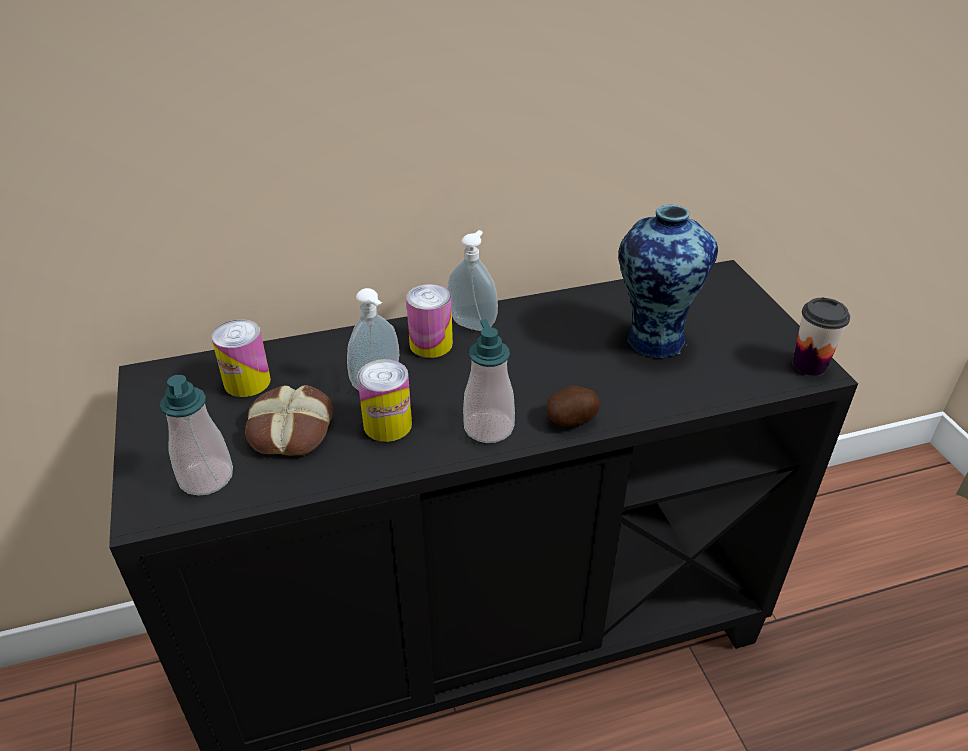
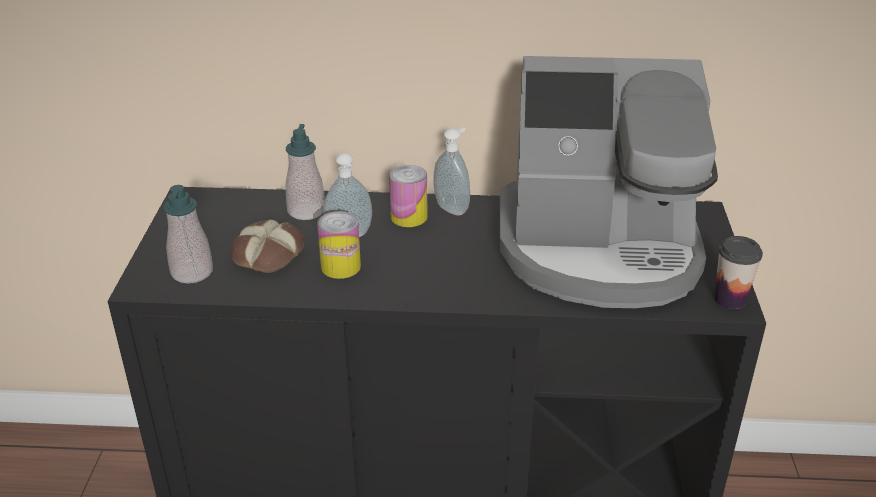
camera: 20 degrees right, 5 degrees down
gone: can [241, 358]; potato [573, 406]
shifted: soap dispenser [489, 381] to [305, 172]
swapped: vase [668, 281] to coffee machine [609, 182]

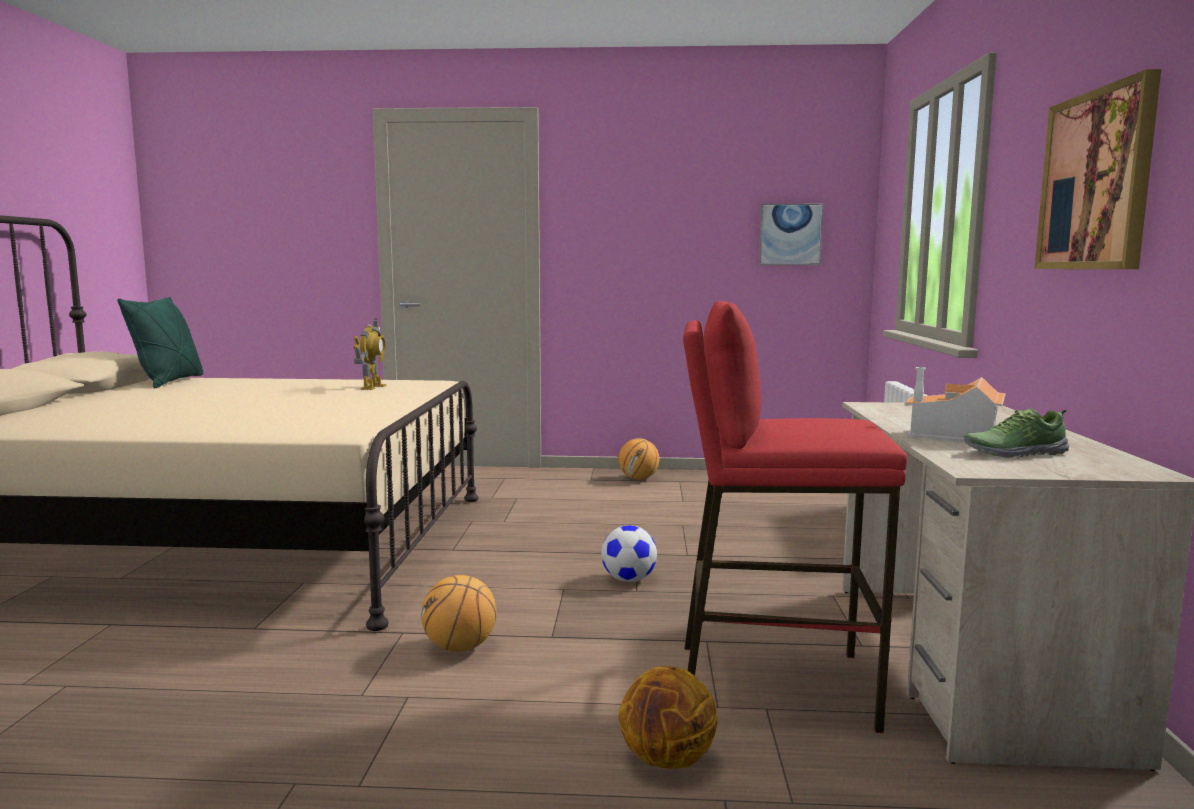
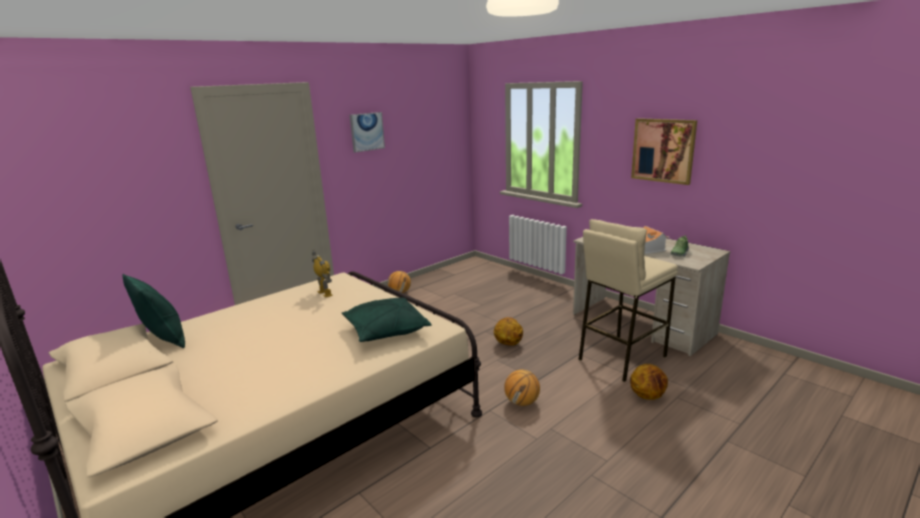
camera: 45 degrees left, 10 degrees up
new: pillow (green) [387, 320]
shifted: picture [791, 234] to [367, 132]
swapped: football [629, 554] to basketball [508, 331]
repainted: stool (red) [795, 517] to stool (beige) [628, 300]

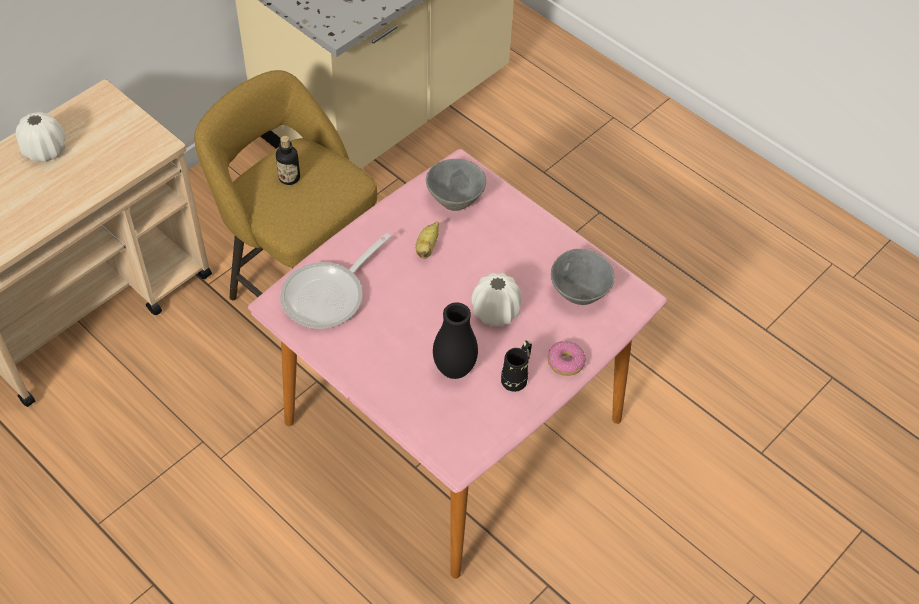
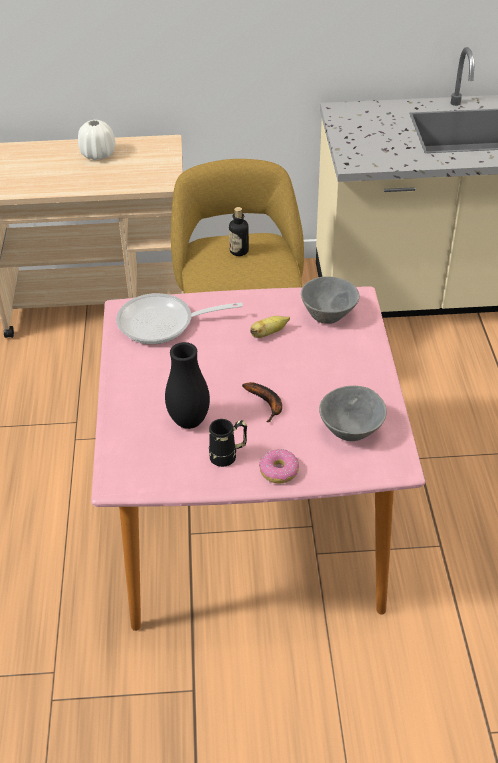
camera: 45 degrees right, 10 degrees down
swapped: vase (white) [496, 300] to banana [262, 402]

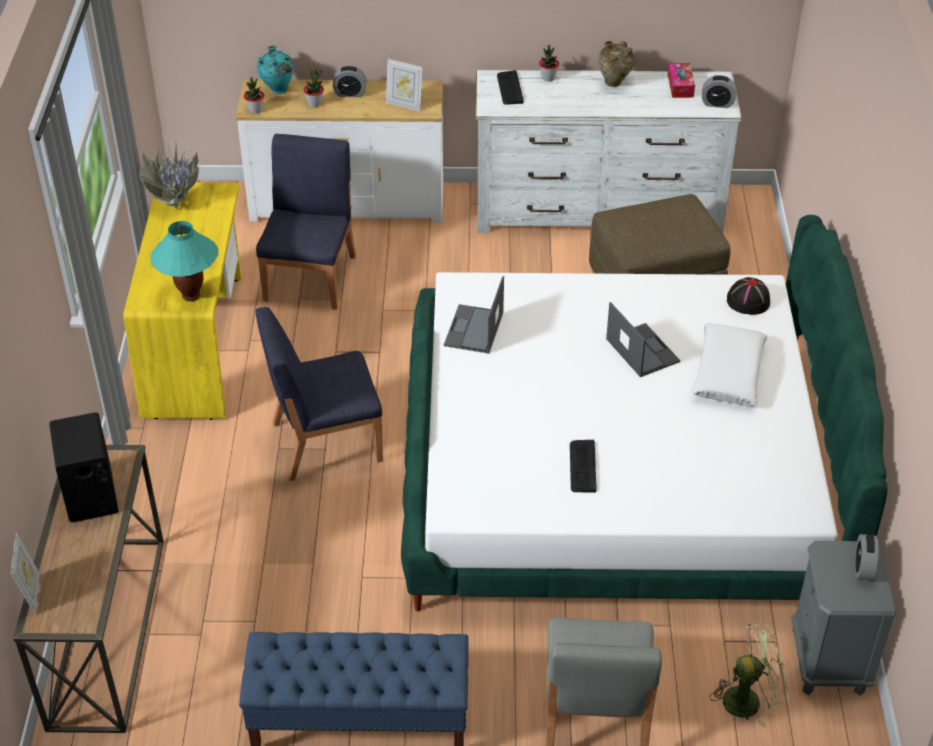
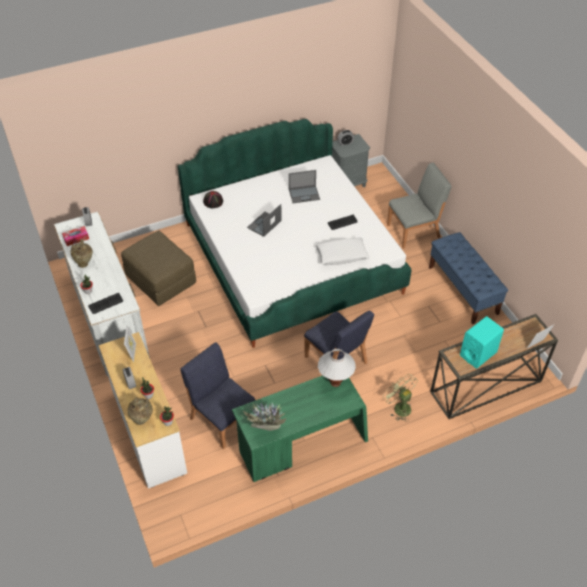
camera: 115 degrees left, 5 degrees up
shifted: laptop [474, 314] to [304, 186]; pillow (white) [729, 364] to [342, 251]; fan (green) [749, 675] to [401, 398]
repainted: speaker (black) [84, 467] to speaker (turquoise) [482, 342]; desk (yellow) [182, 301] to desk (green) [300, 428]; table lamp (turquoise) [185, 261] to table lamp (white) [337, 368]; vase (turquoise) [275, 70] to vase (beige) [140, 411]
rotated: chair (blue) [306, 222] = [217, 395] 60 degrees clockwise

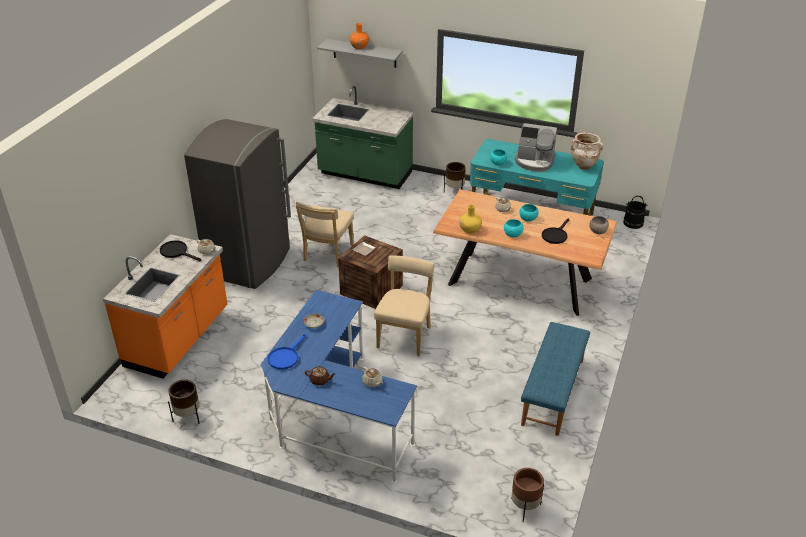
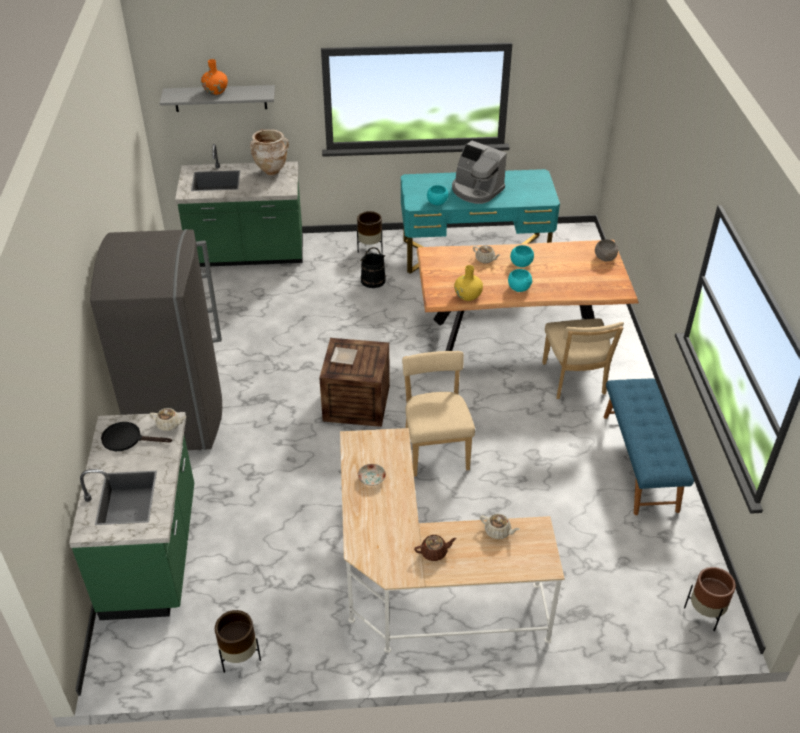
camera: 25 degrees left, 5 degrees up
gone: frying pan (blue) [287, 351]; frying pan (black) [555, 231]
shifted: chair (beige) [325, 234] to [583, 358]; vase (beige) [587, 150] to [269, 152]; bucket (black) [635, 212] to [373, 267]
repainted: counter (orange) [165, 306] to counter (green) [131, 516]; desk (blue) [339, 387] to desk (beige) [452, 540]
rotated: coffee machine [536, 147] = [479, 172] 45 degrees clockwise

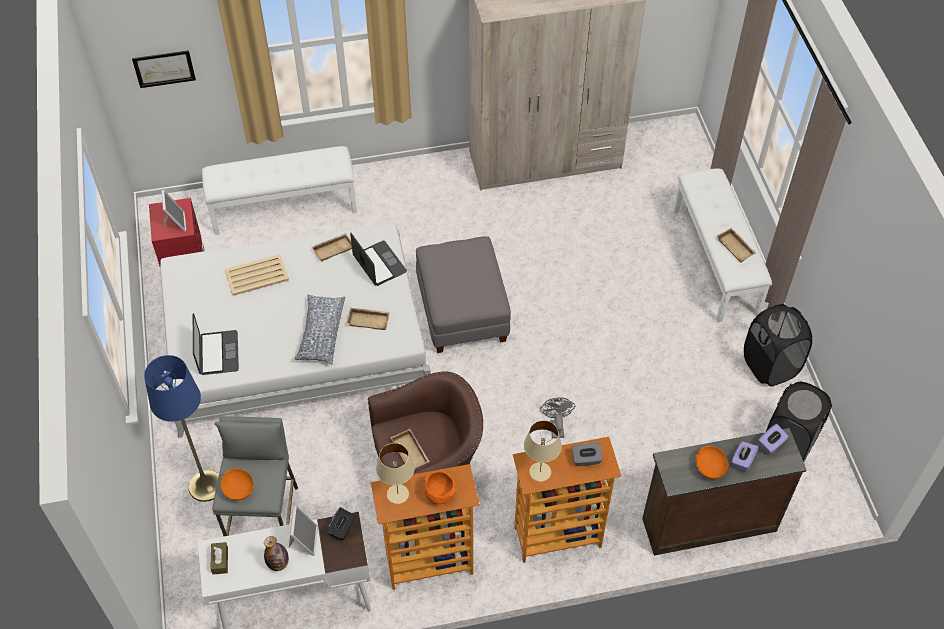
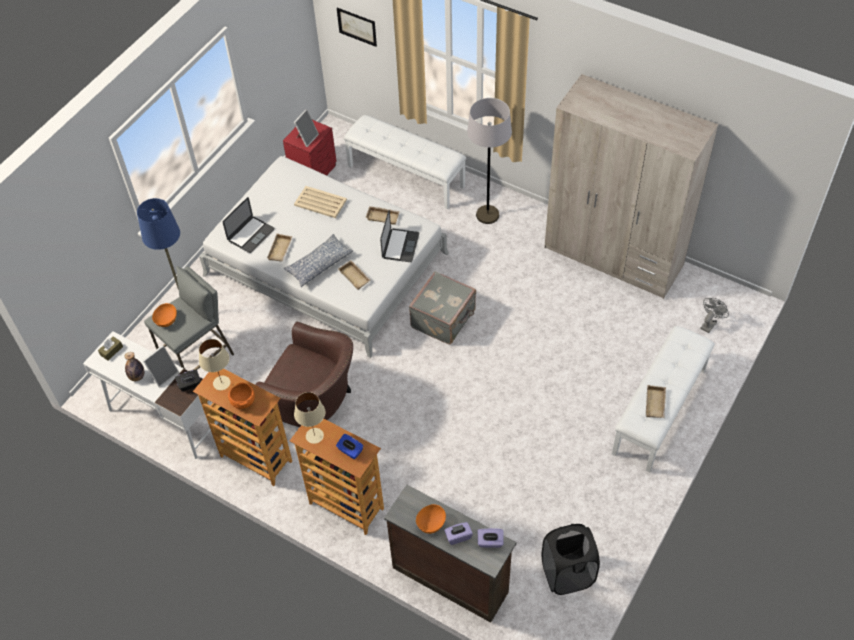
camera: 45 degrees right, 0 degrees up
gone: laundry basket (black) [778, 345]
new: floor lamp (grey) [489, 161]
shifted: tray (beige) [410, 449] to [280, 247]; fan (grey) [557, 417] to [714, 315]
swapped: ottoman (grey) [463, 294] to suitcase (grey) [442, 308]
repainted: tissue box (grey) [587, 454] to tissue box (blue) [349, 446]

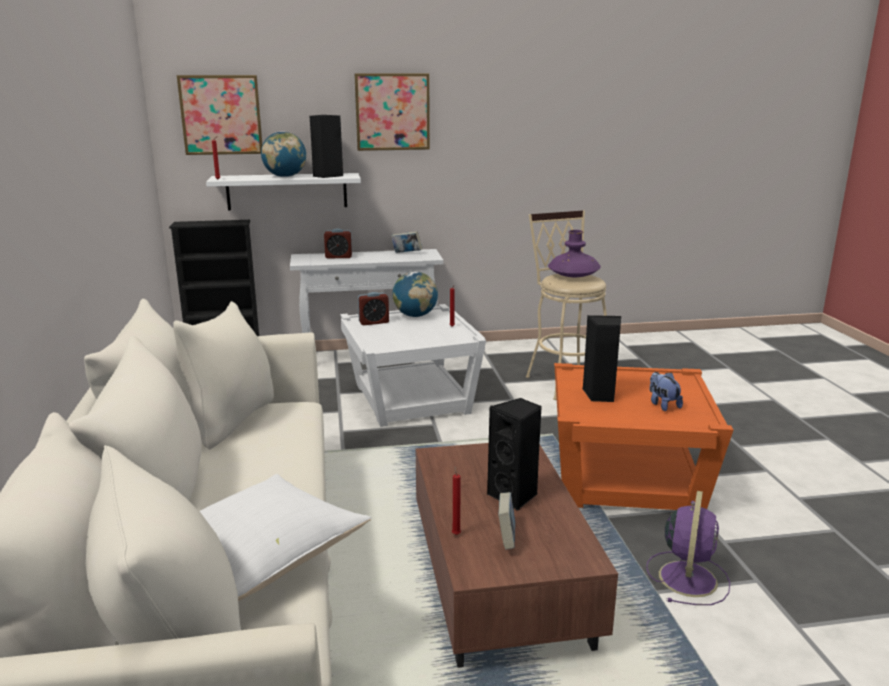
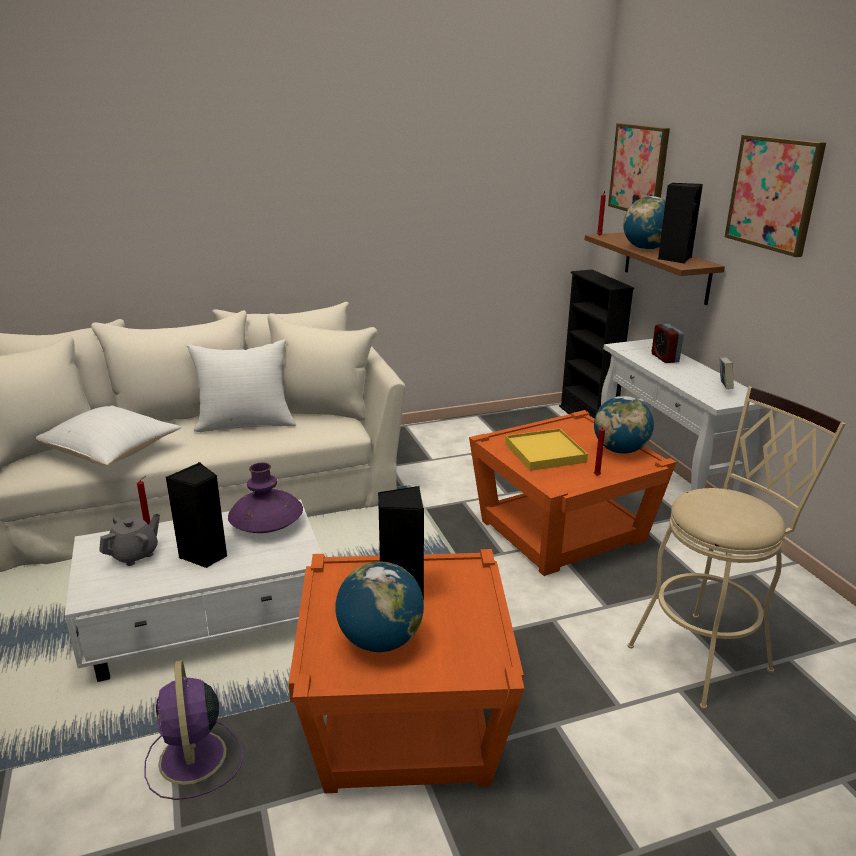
camera: 80 degrees right, 5 degrees up
gone: alarm clock [373, 308]
new: pillow (white) [241, 385]; tray (yellow) [546, 449]
shifted: vase (purple) [574, 253] to [265, 498]
swapped: book [506, 521] to teapot (grey) [129, 539]; plush toy [666, 391] to globe [379, 607]
repainted: shelf (white) [283, 191] to shelf (brown) [655, 268]; side table (white) [413, 365] to side table (orange) [573, 493]; coffee table (brown) [517, 555] to coffee table (white) [193, 591]
rotated: fan (purple) [688, 548] = [193, 730] 60 degrees clockwise

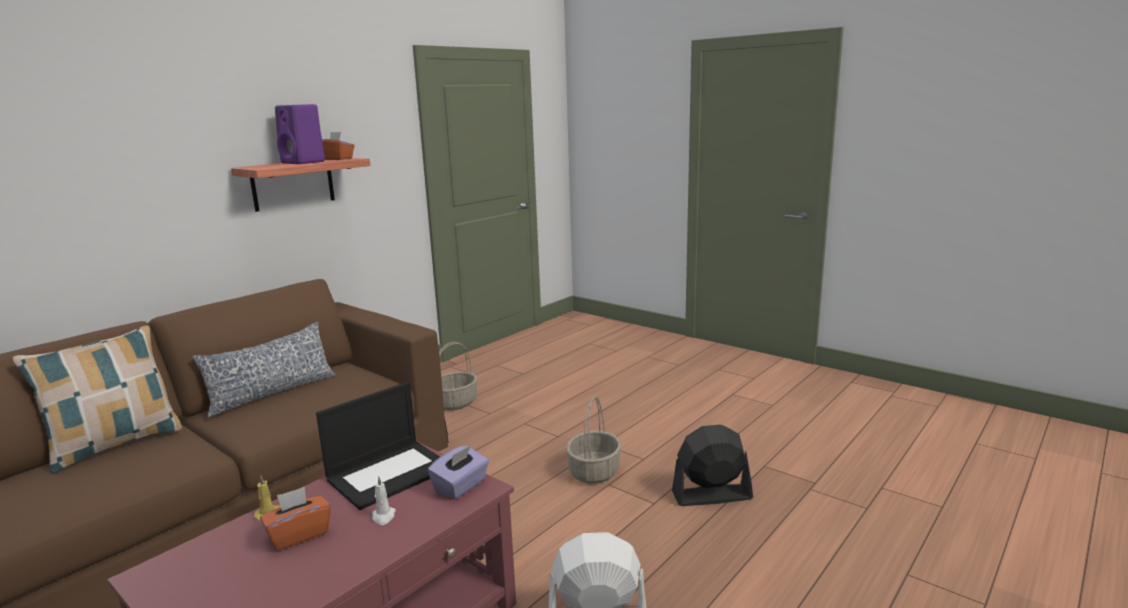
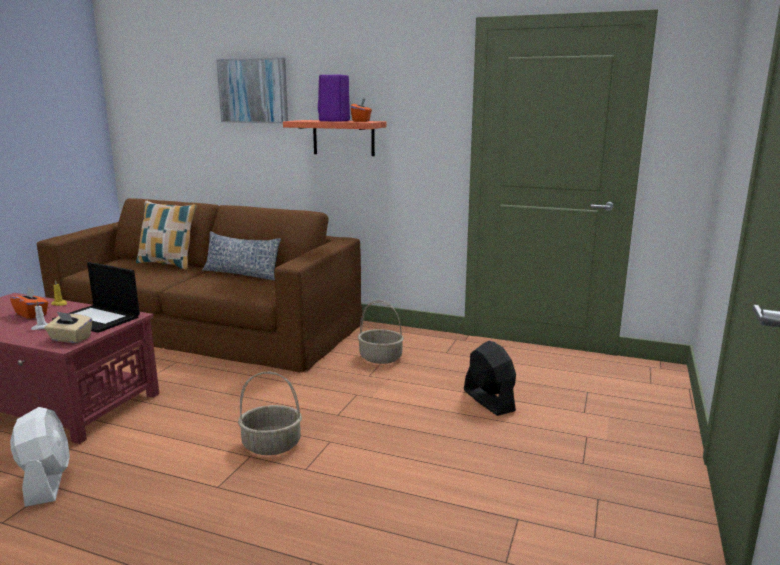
camera: 70 degrees right, 0 degrees up
new: picture [252, 90]
shifted: fan (black) [712, 465] to [490, 378]
repainted: tissue box (purple) [458, 472] to tissue box (beige) [68, 327]

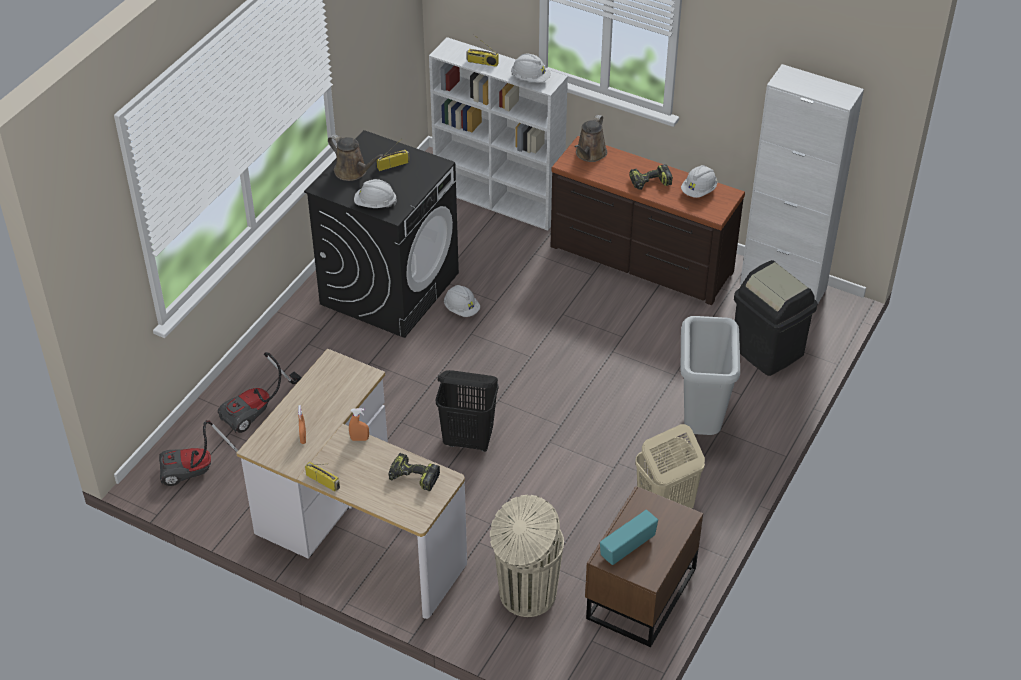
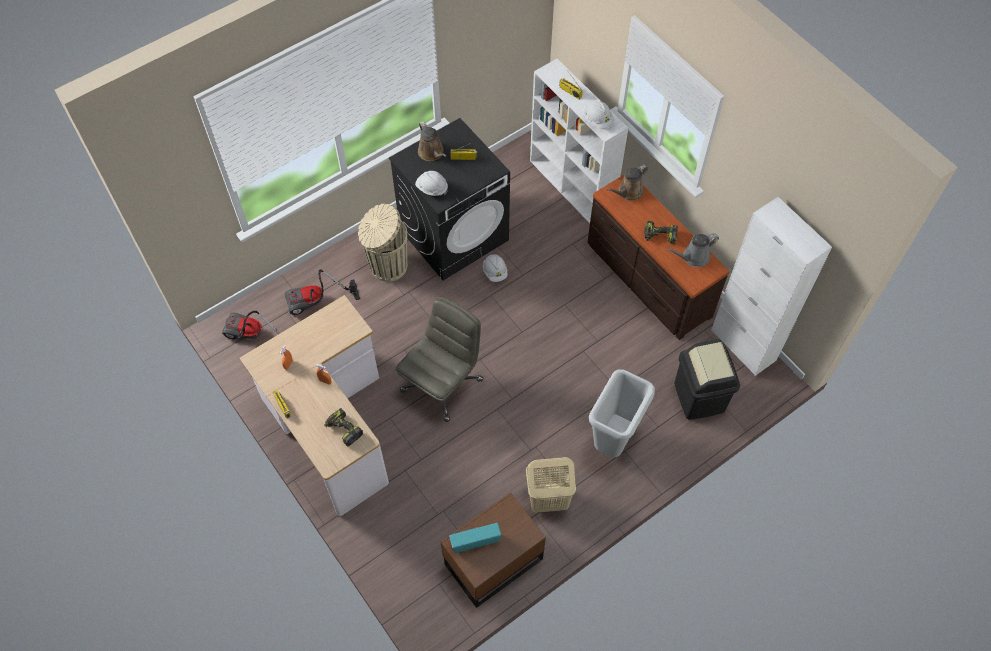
camera: 25 degrees right, 15 degrees up
shifted: trash can (beige) [527, 556] to [383, 243]
swapped: laundry basket (black) [467, 411] to office chair (grey) [439, 359]; hard hat (white) [699, 181] to watering can (grey) [693, 250]

